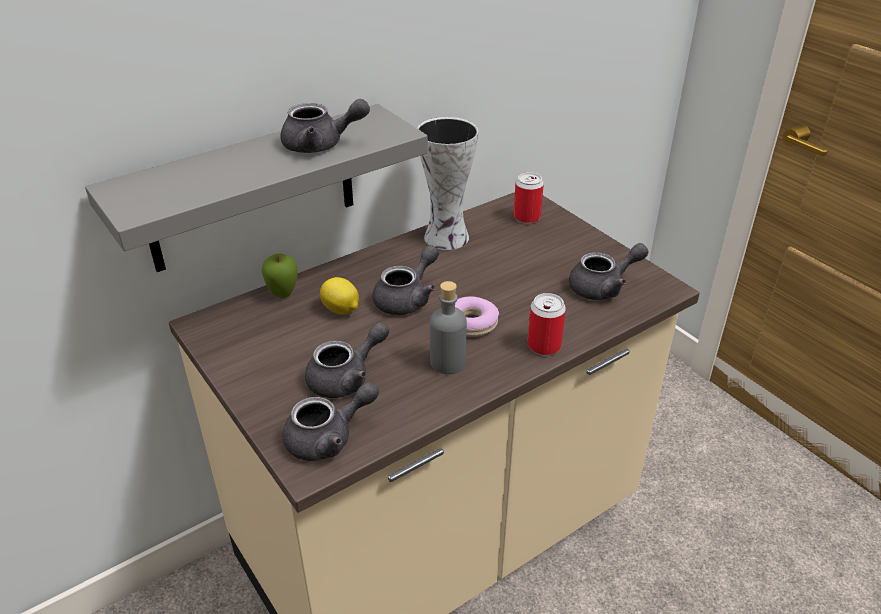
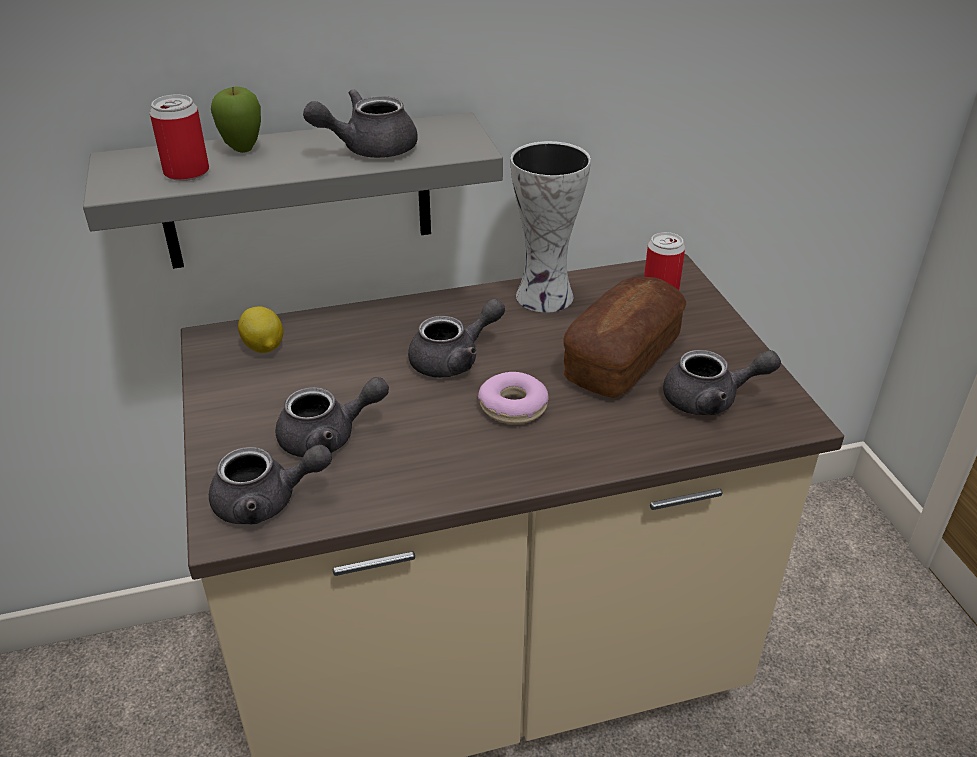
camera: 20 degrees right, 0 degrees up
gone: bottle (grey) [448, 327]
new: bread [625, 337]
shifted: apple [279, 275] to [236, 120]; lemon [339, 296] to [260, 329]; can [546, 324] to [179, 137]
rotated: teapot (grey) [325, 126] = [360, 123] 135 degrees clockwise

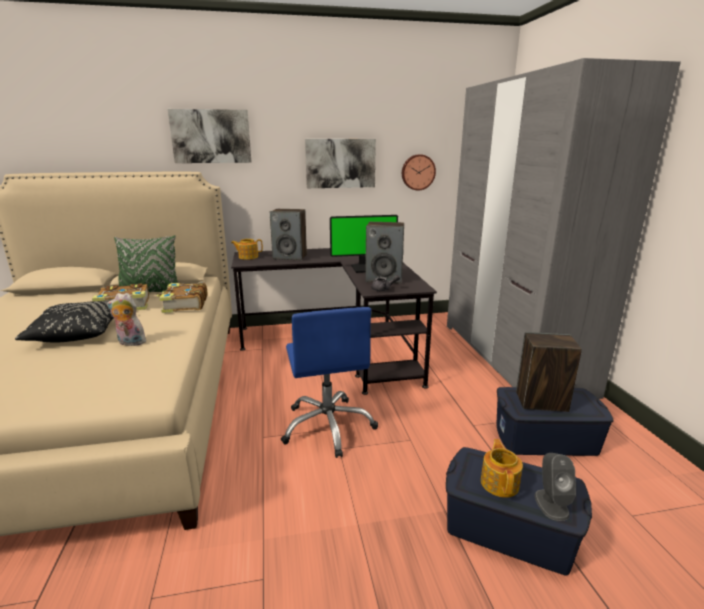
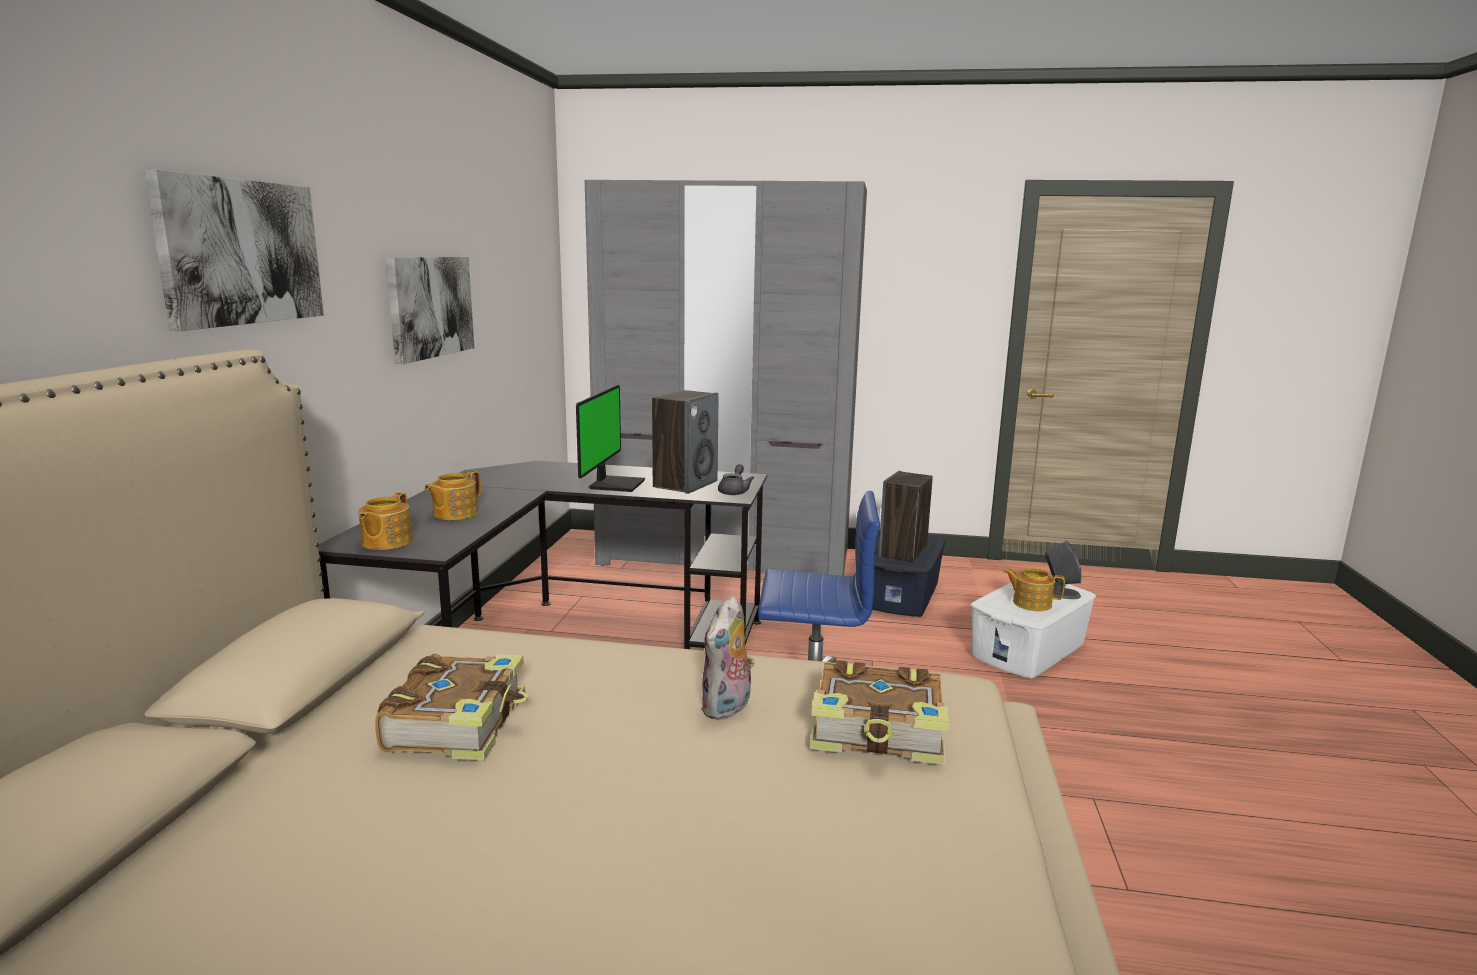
camera: 70 degrees left, 5 degrees down
gone: pillow (black) [64, 322]; pillow (green) [146, 263]; wall clock [419, 172]
shifted: book [182, 297] to [879, 712]
swapped: speaker [288, 234] to teapot [452, 495]
repainted: storage box (blue) [519, 511] to storage box (white) [1033, 629]

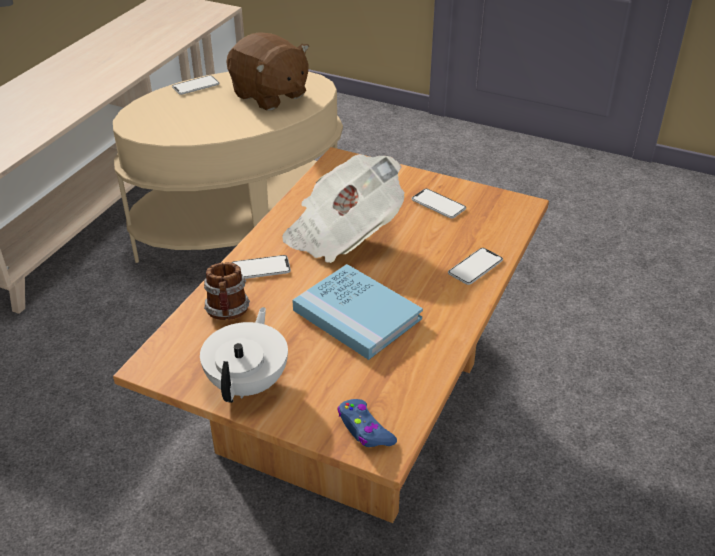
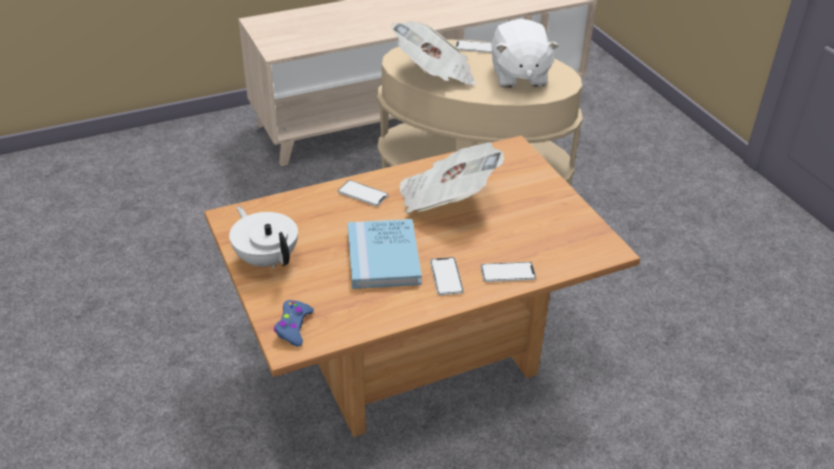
camera: 40 degrees right, 0 degrees up
gone: mug [227, 291]
new: newspaper [433, 53]
shifted: phone [438, 204] to [447, 276]
repainted: plush toy (brown) [267, 71] to plush toy (white) [525, 53]
rotated: teapot (white) [244, 355] = [263, 237] 90 degrees counterclockwise

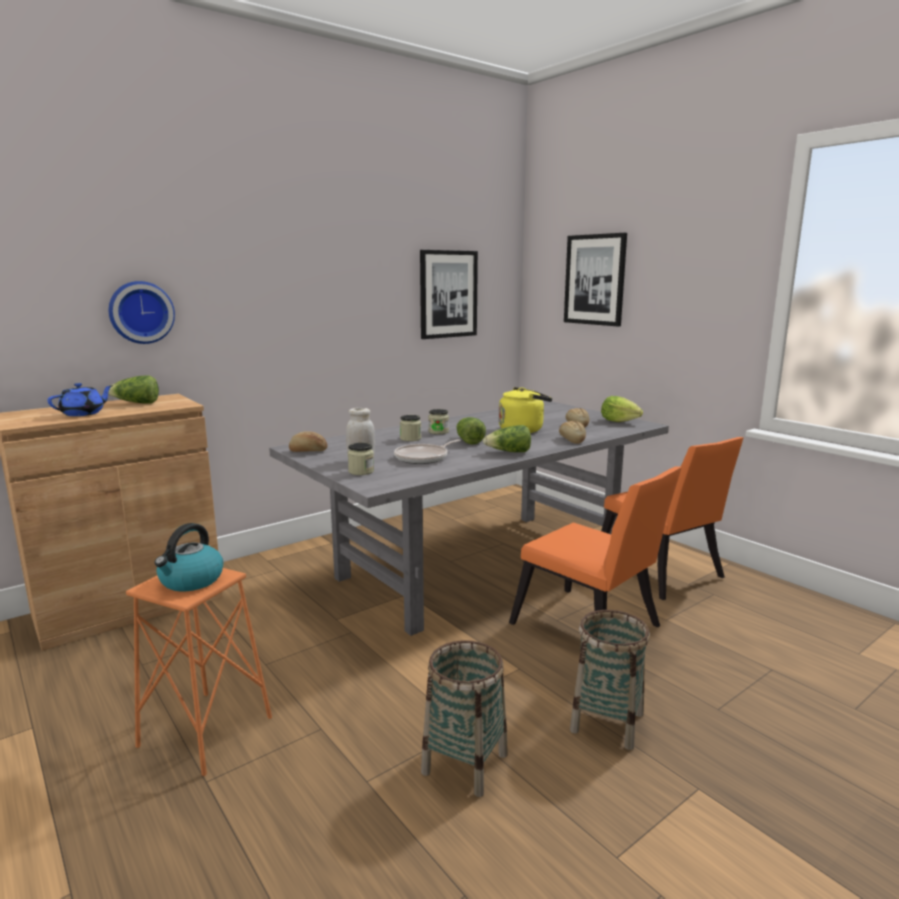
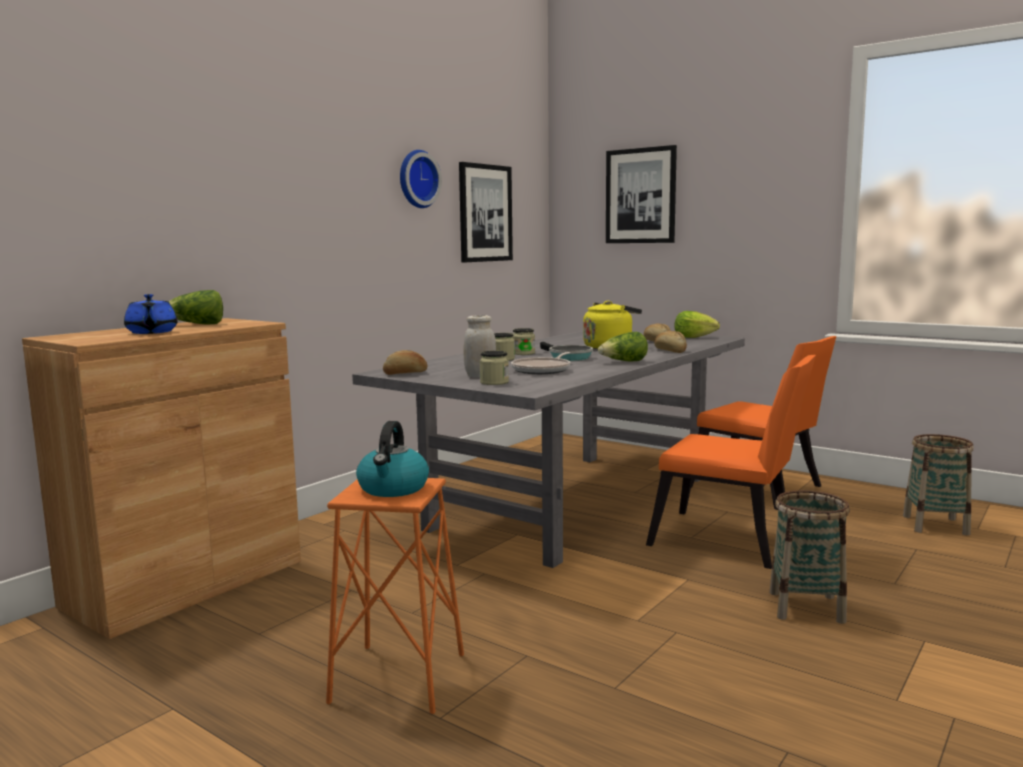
camera: 15 degrees left, 5 degrees down
shifted: wall clock [142, 312] to [421, 179]; basket [464, 718] to [938, 485]
swapped: lettuce [471, 431] to frying pan [566, 351]
rotated: teapot (blue) [80, 399] = [151, 314] 135 degrees clockwise

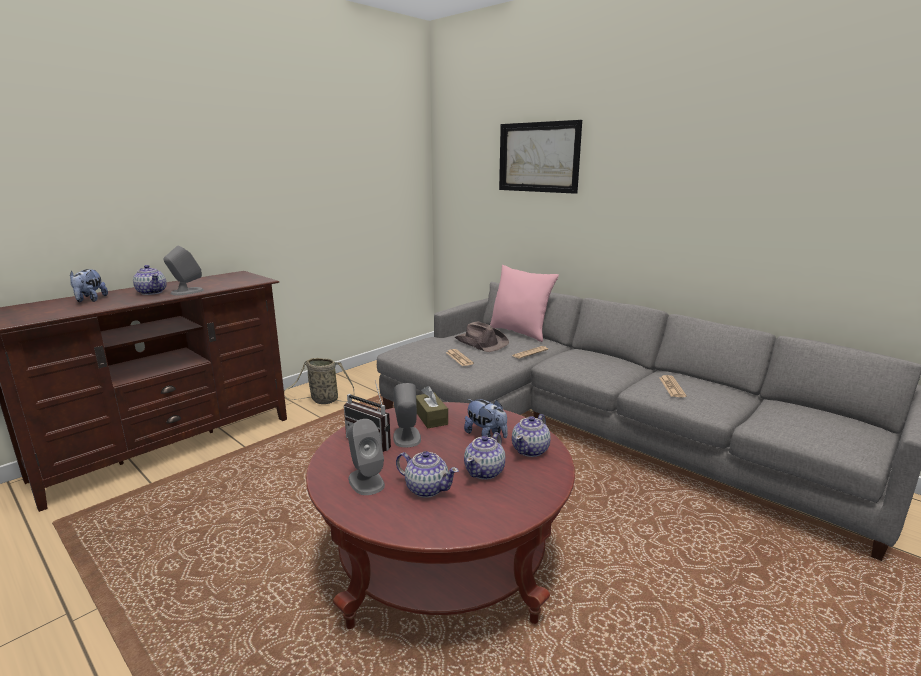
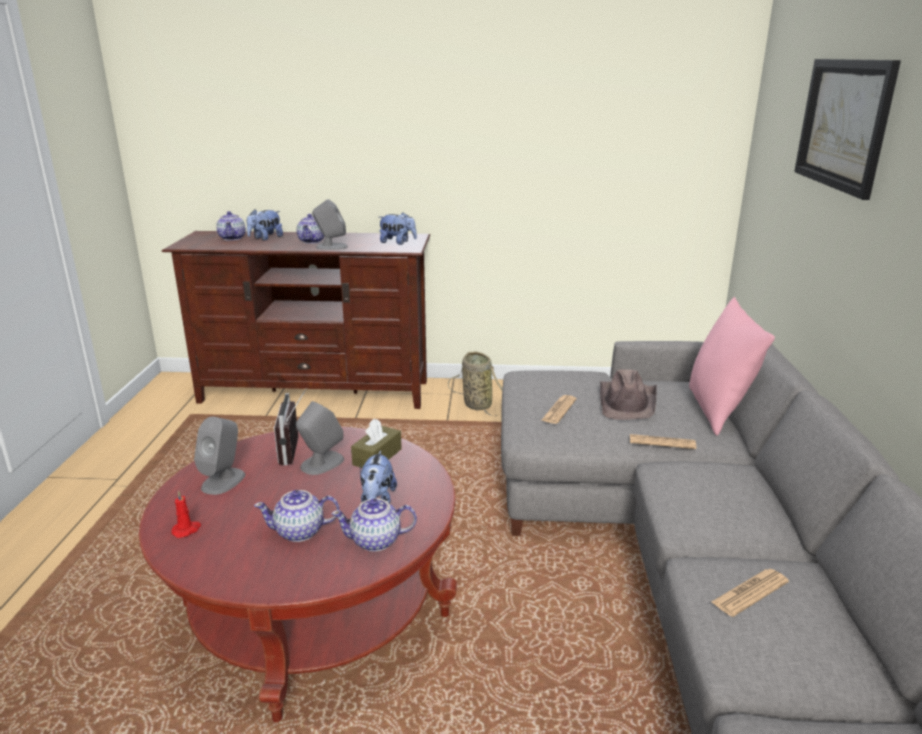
camera: 50 degrees right, 5 degrees up
new: candle (red) [186, 514]; plush toy [398, 228]
shifted: teapot [427, 474] to [231, 226]

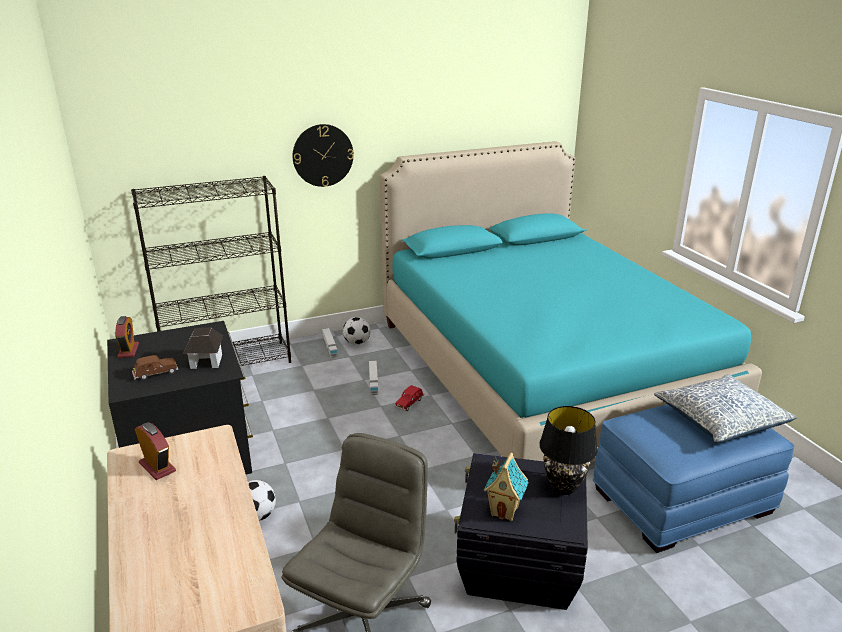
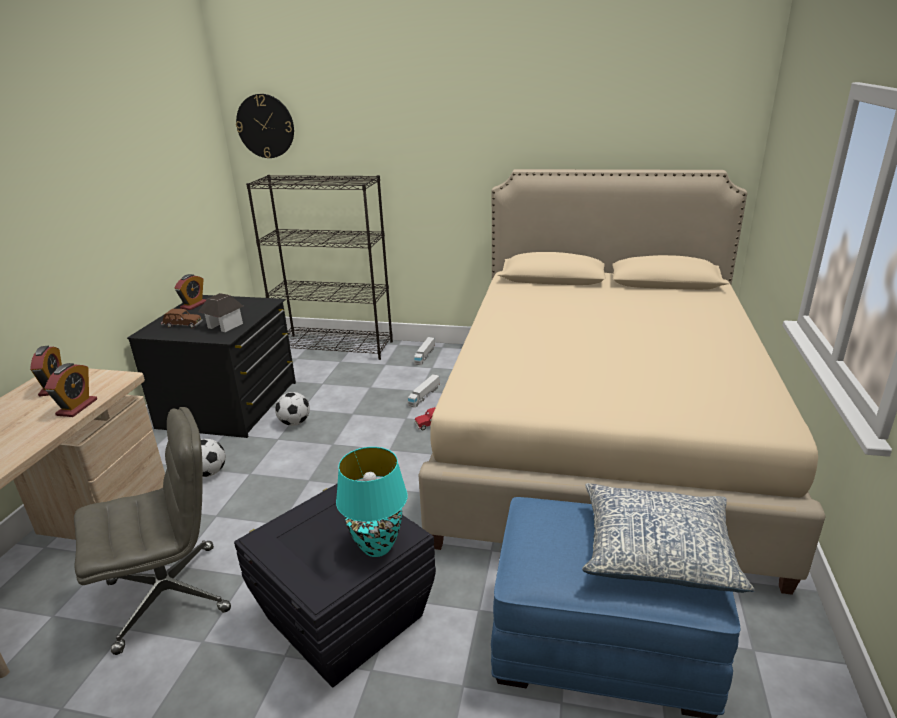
camera: 35 degrees right, 0 degrees up
gone: toy house [506, 486]
new: alarm clock [71, 390]
shifted: wall clock [323, 155] to [265, 126]; football [357, 331] to [292, 409]
repainted: bed (turquoise) [571, 301] to bed (beige) [622, 382]; table lamp (black) [568, 450] to table lamp (turquoise) [372, 502]

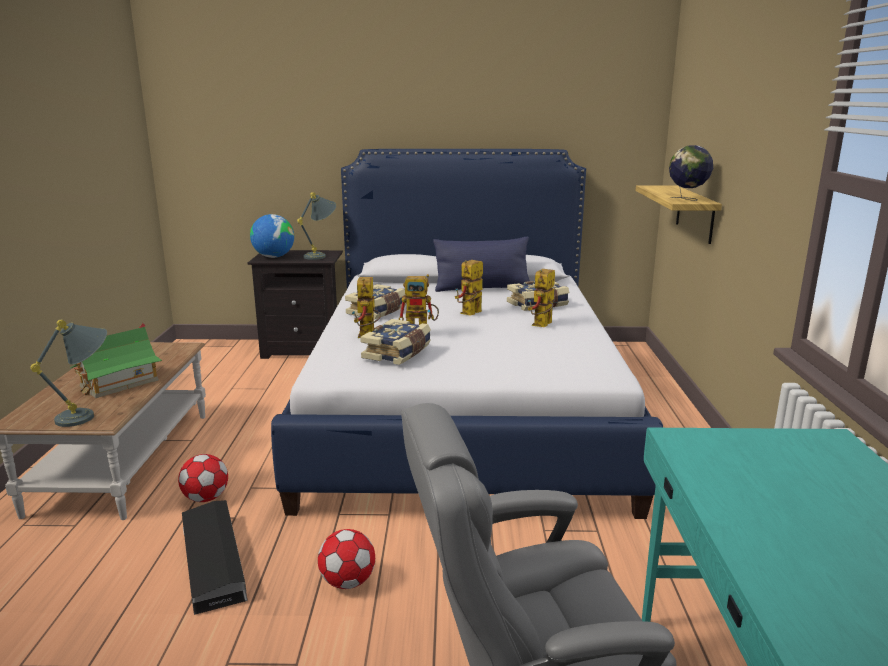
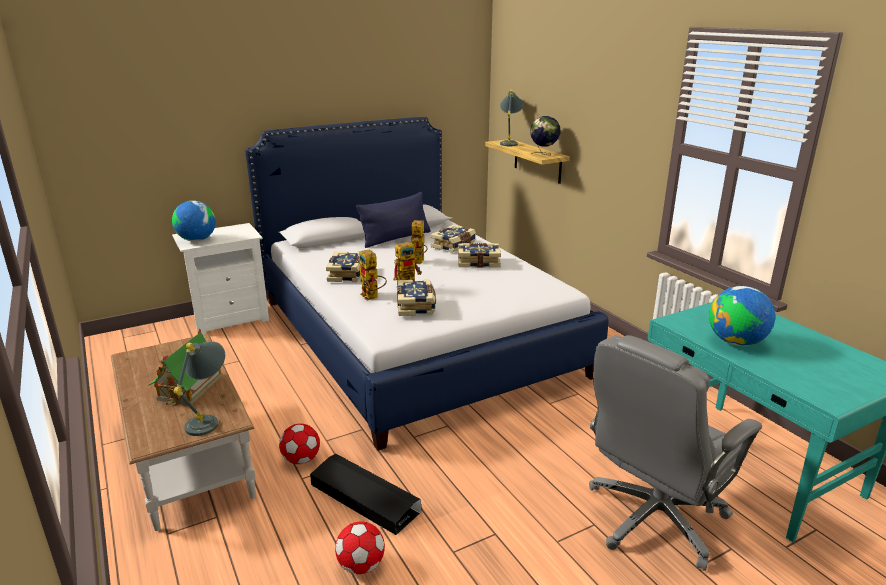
camera: 30 degrees left, 5 degrees up
new: globe [742, 316]
shifted: table lamp (grey) [316, 226] to [512, 118]; football [346, 559] to [360, 547]
swapped: toy robot [541, 298] to book [479, 255]
repainted: nightstand (black) [295, 304] to nightstand (white) [220, 279]

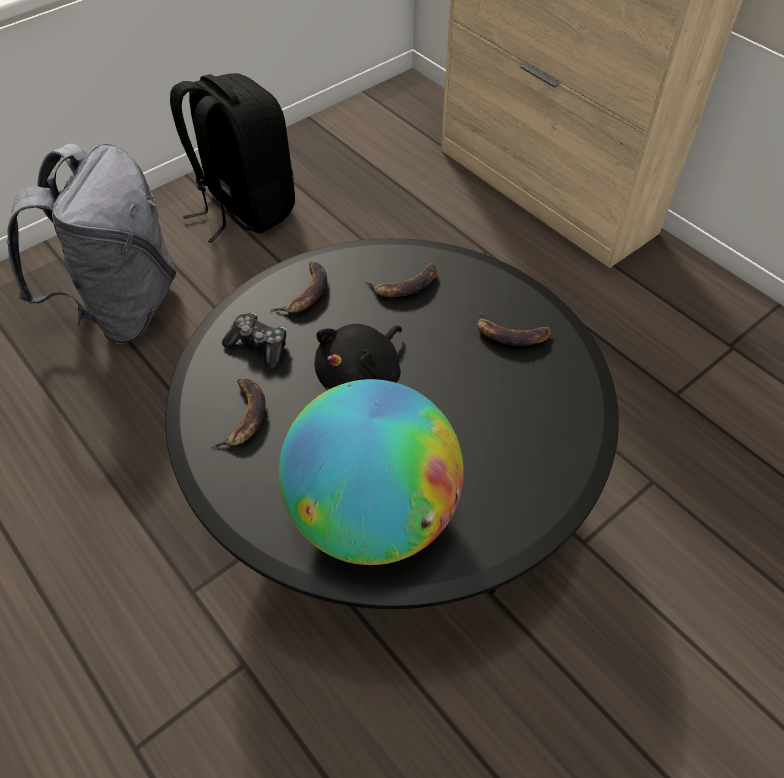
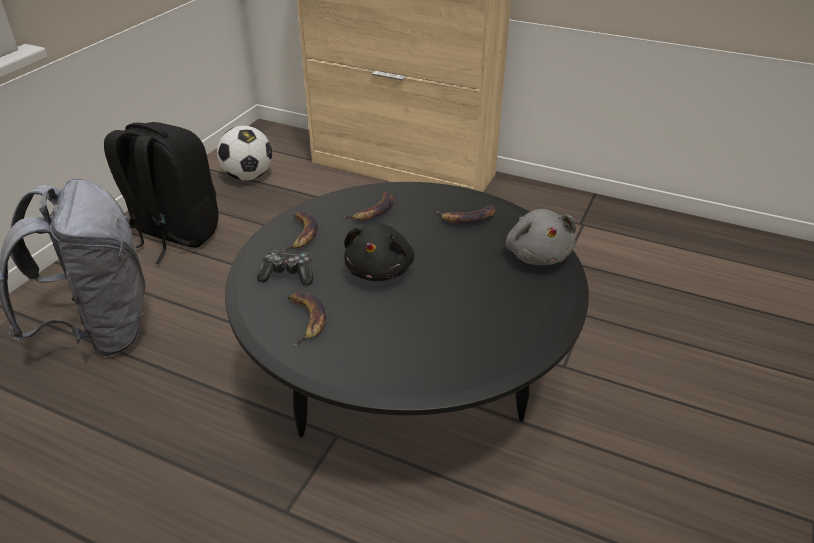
camera: 25 degrees left, 15 degrees down
gone: globe [371, 472]
new: football [244, 153]; plush toy (grey) [541, 237]

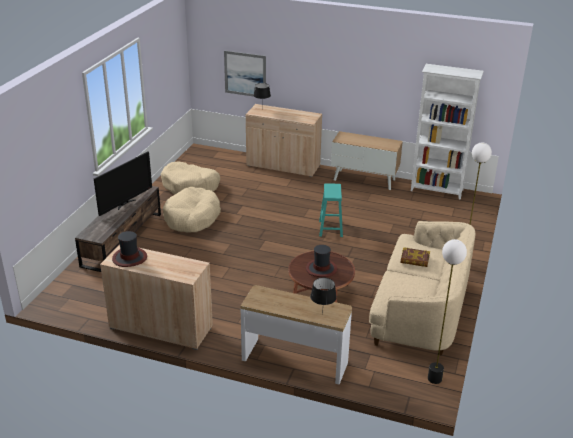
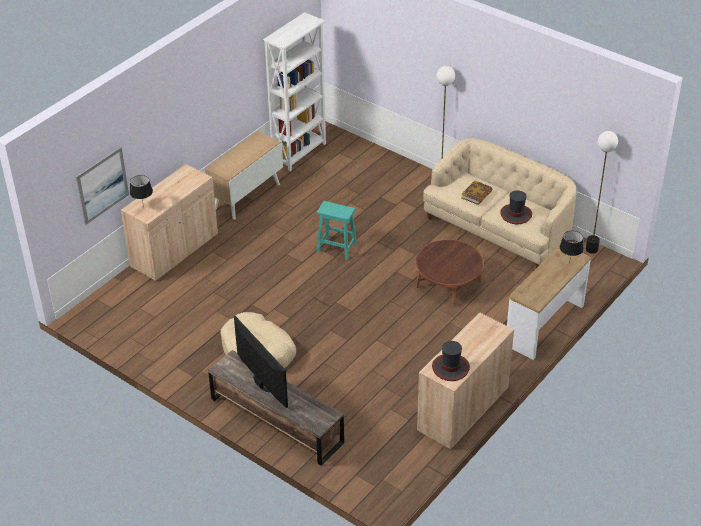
camera: 70 degrees left, 10 degrees up
gone: dog bed (beige) [190, 177]
shifted: hat [321, 261] to [516, 207]

